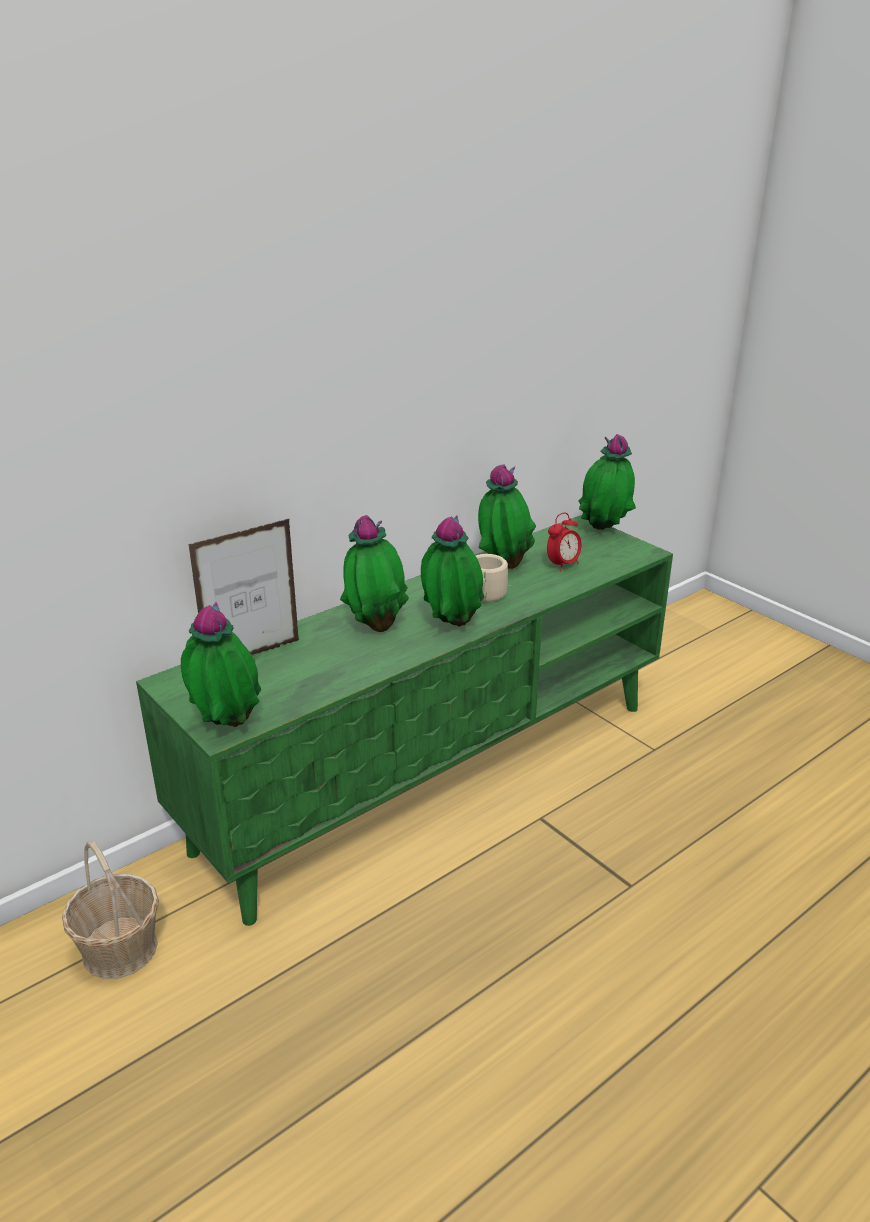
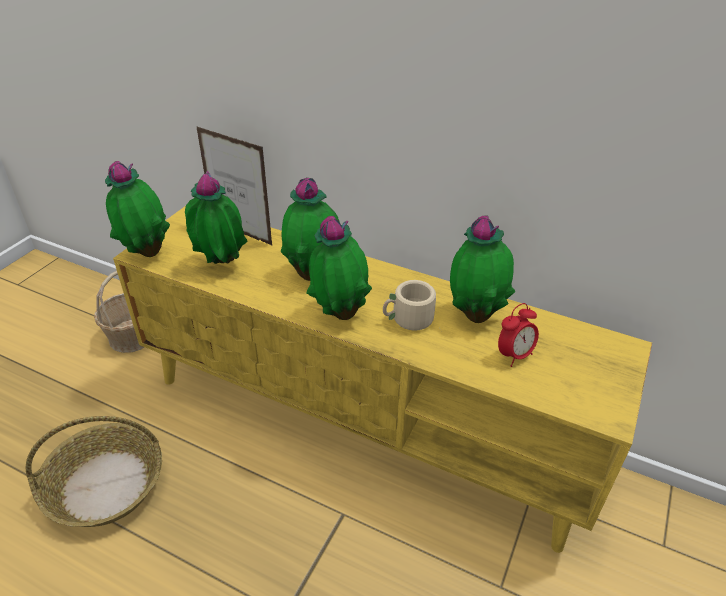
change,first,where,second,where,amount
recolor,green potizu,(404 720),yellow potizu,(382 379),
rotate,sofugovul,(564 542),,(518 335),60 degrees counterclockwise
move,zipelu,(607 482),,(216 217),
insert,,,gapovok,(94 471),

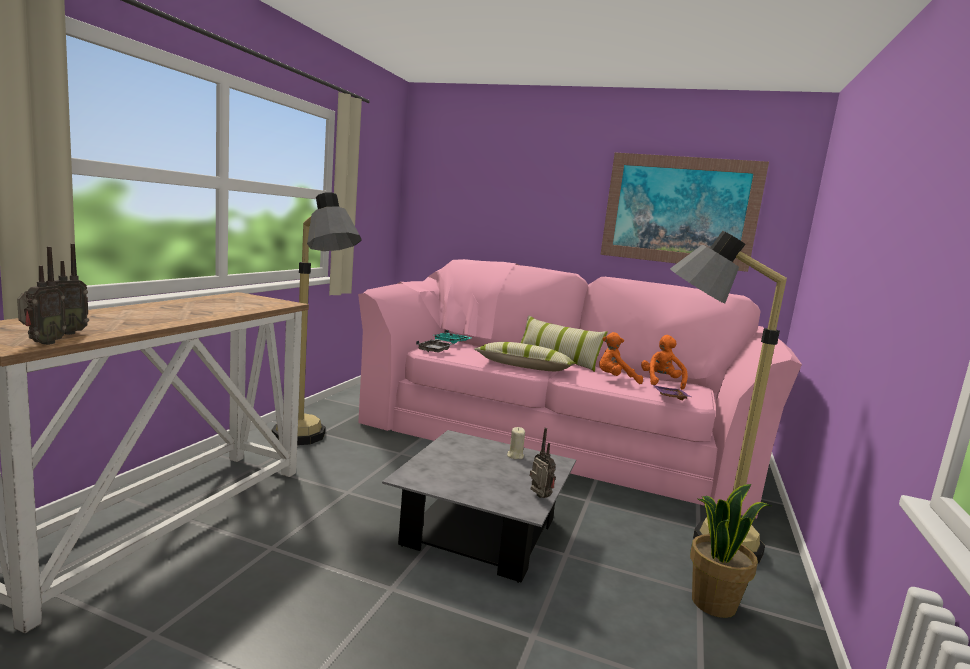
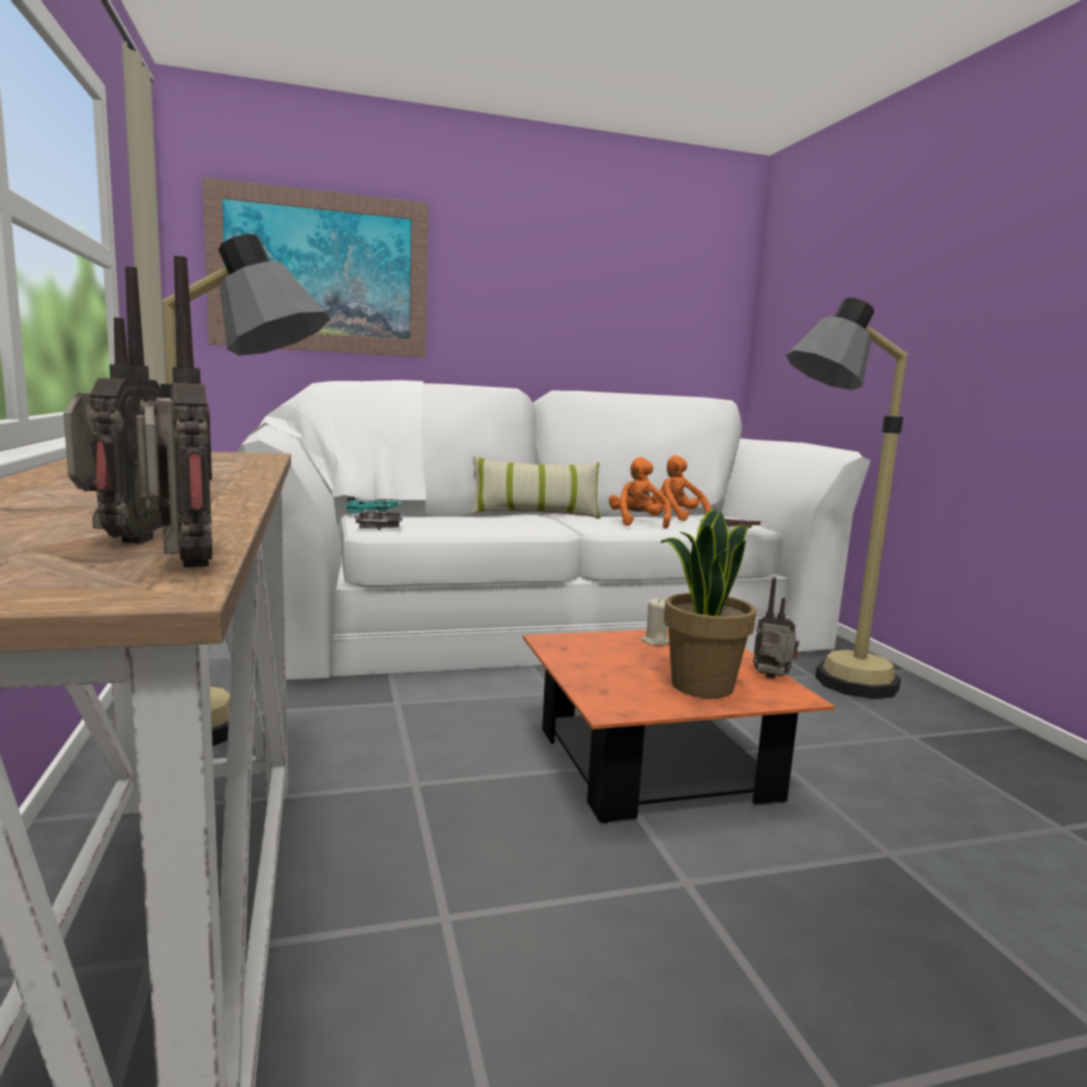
change,first,where,second,where,amount
recolor,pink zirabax,(580 389),white zirabax,(554 530),
recolor,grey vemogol,(479 506),orange vemogol,(679 726),
delete,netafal,(525 356),,,
rotate,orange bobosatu,(621 358),,(640 493),120 degrees clockwise
move,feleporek,(684 212),,(315 267),
move,zipelu,(730 551),,(708 603),

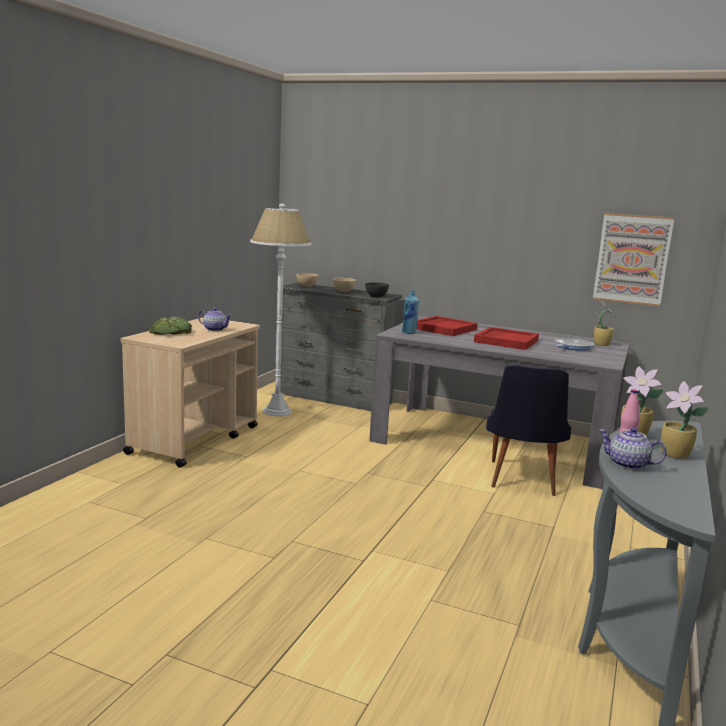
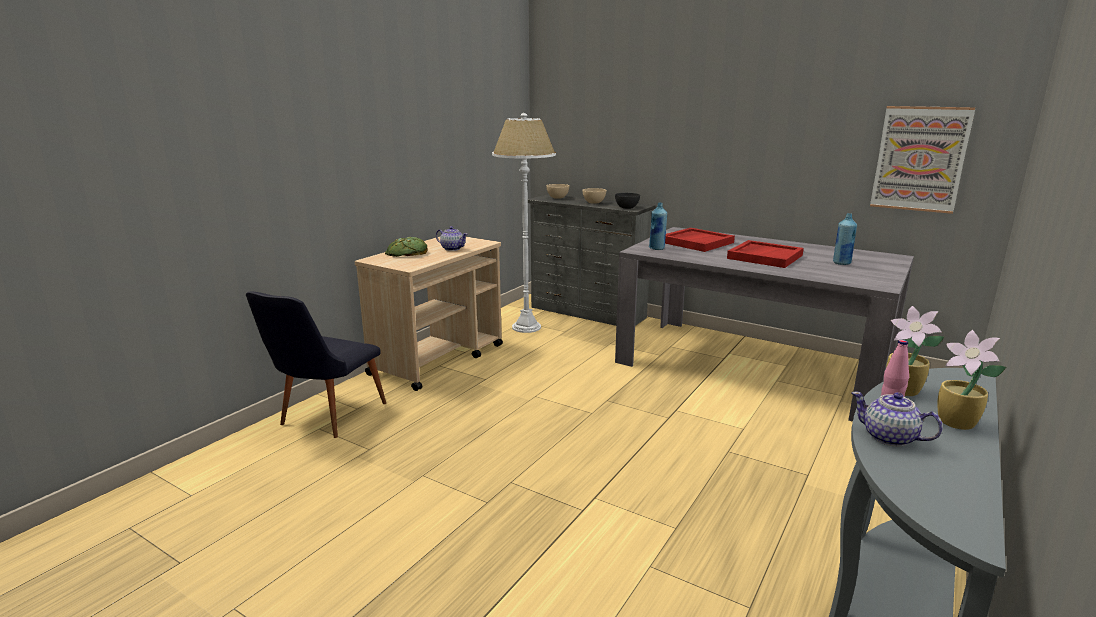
change,first,where,second,where,amount
move,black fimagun,(528 430),,(316 364),
replace,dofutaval,(574 344),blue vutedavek,(845 239),
delete,zipelu,(605 323),,,

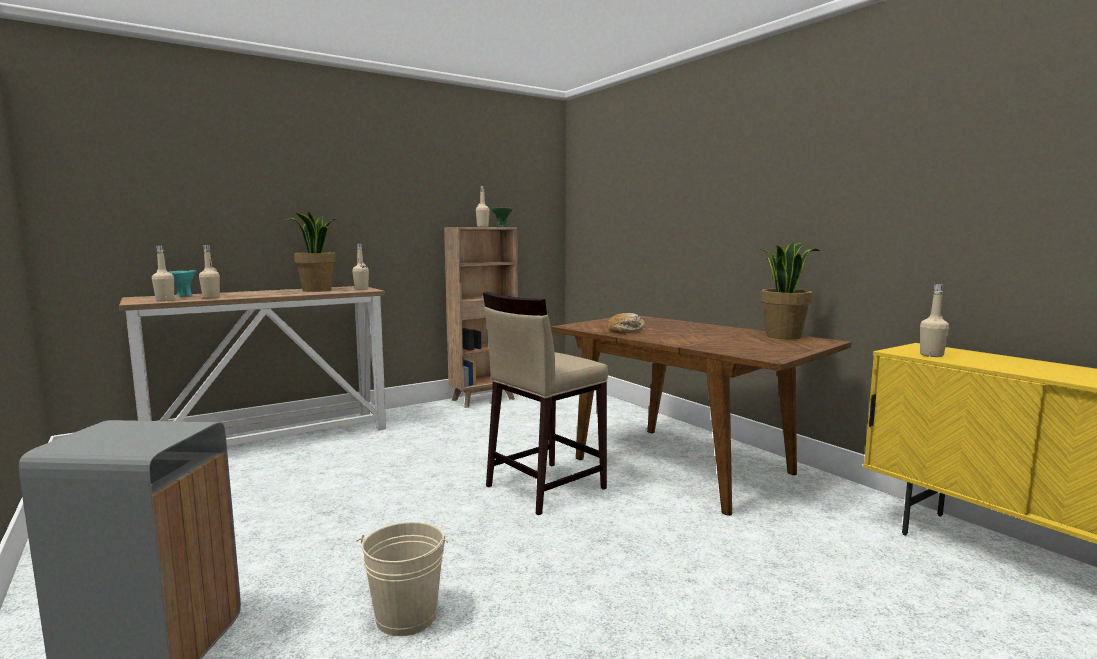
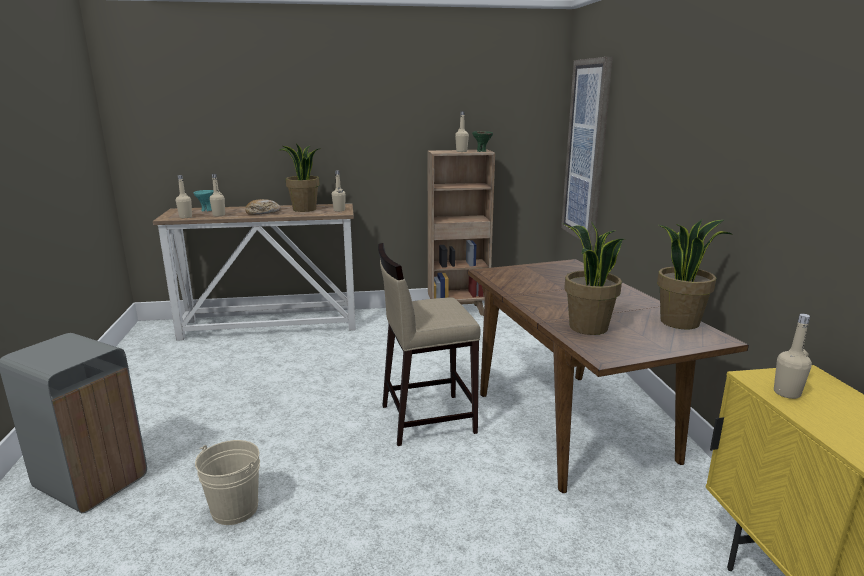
change,first,where,second,where,amount
move,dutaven,(626 323),,(263 207),
insert,,,feleporek,(587 151),
insert,,,zipelu,(593 279),

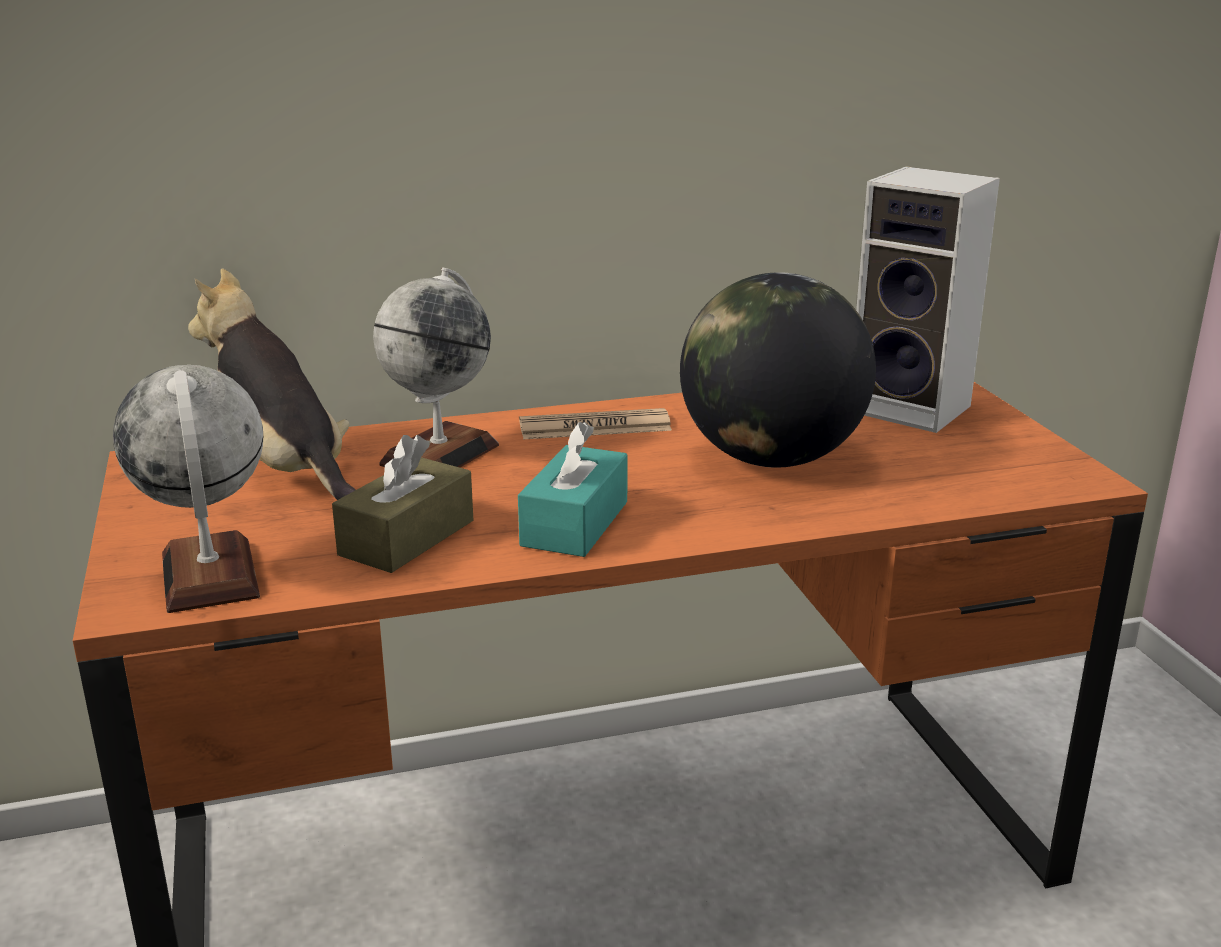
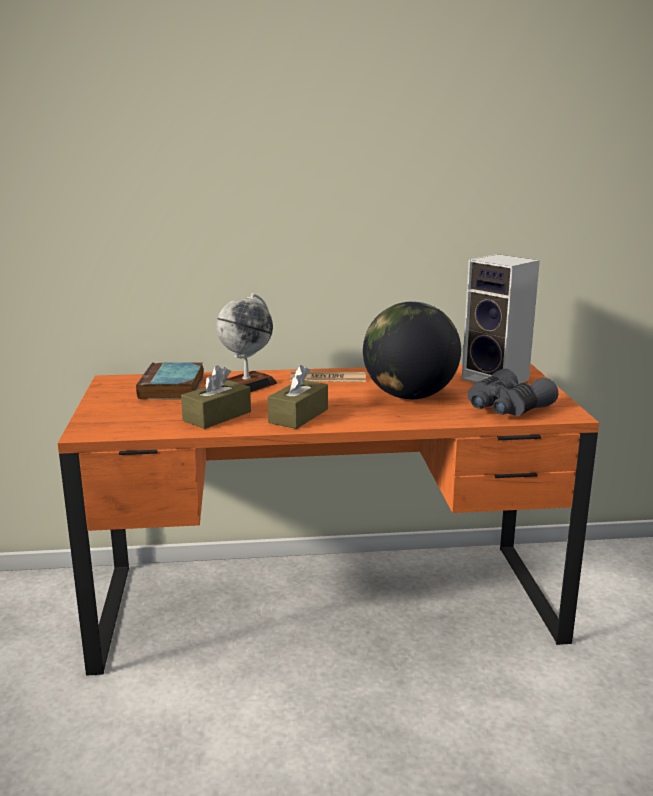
change,first,where,second,where,amount
delete,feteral,(188 489),,,
replace,bobosatu,(272 384),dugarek,(170 380),
recolor,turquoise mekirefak,(573 489),brown mekirefak,(297 397),
insert,,,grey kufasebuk,(512 392),

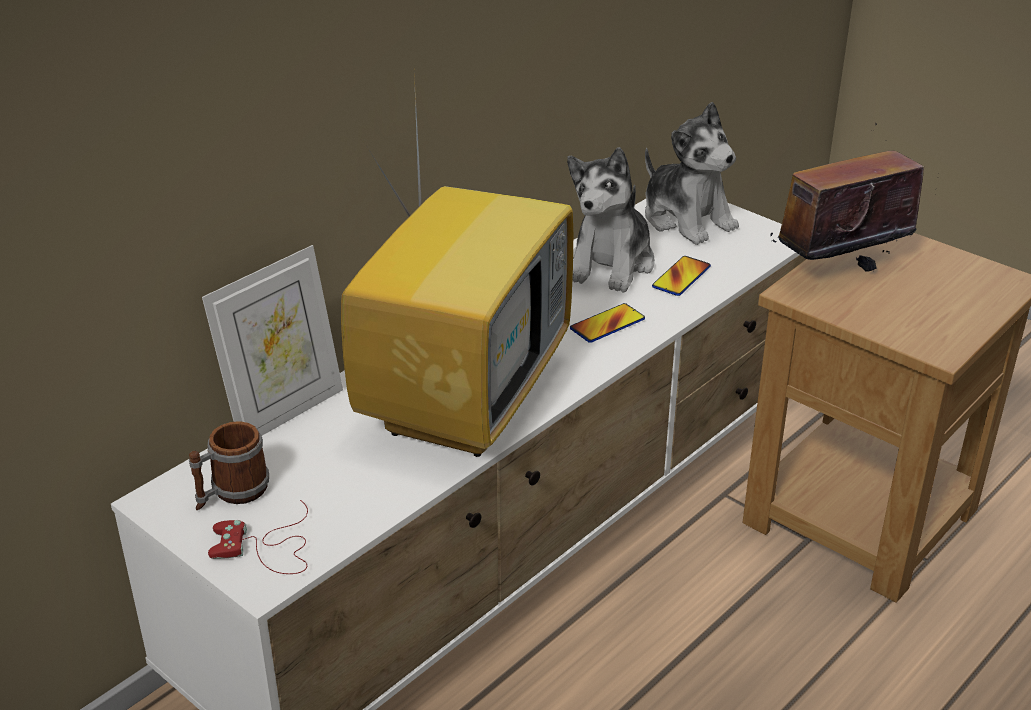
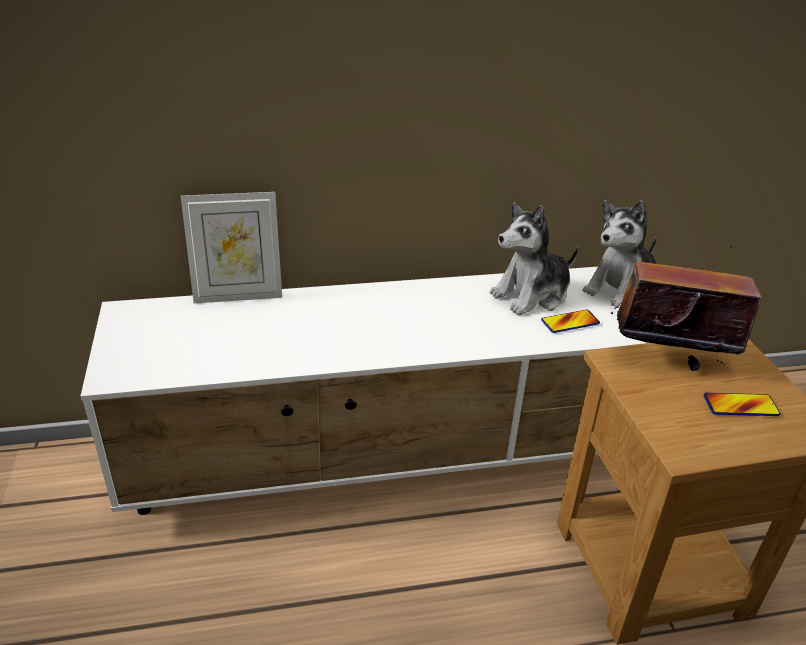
change,first,where,second,where,amount
delete,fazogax,(229 465),,,
delete,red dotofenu,(258 537),,,
delete,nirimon,(457 265),,,
move,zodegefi,(607 323),,(742 404),
rotate,bobosatu,(692 173),,(620 254),45 degrees clockwise

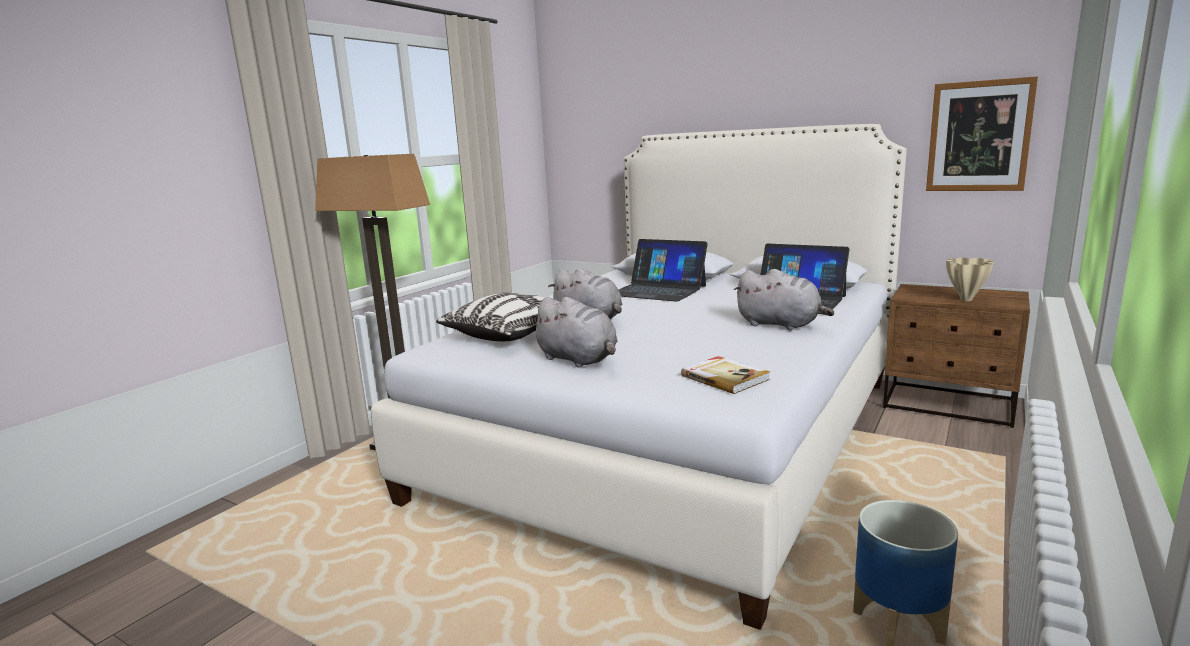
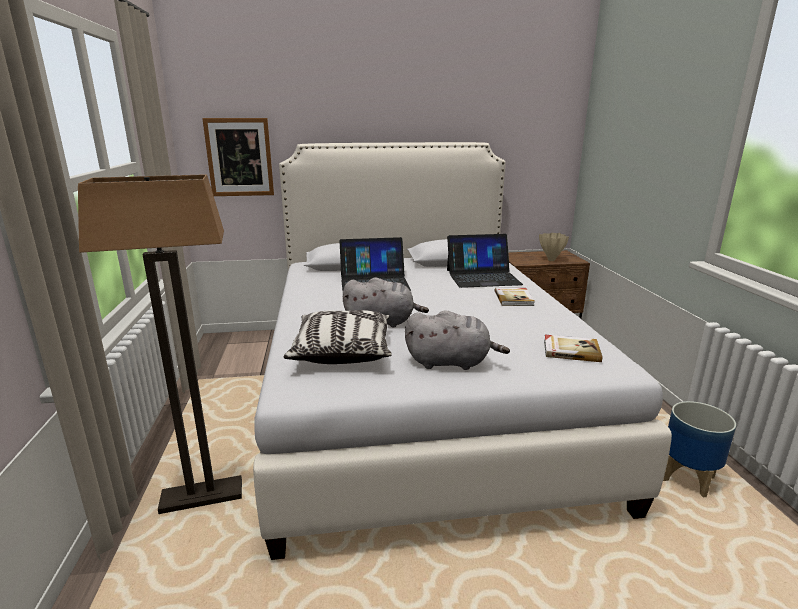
change,first,where,second,where,amount
replace,grey bobosatu,(784 299),dugarek,(515 297),
move,feleporek,(982 133),,(238 157),

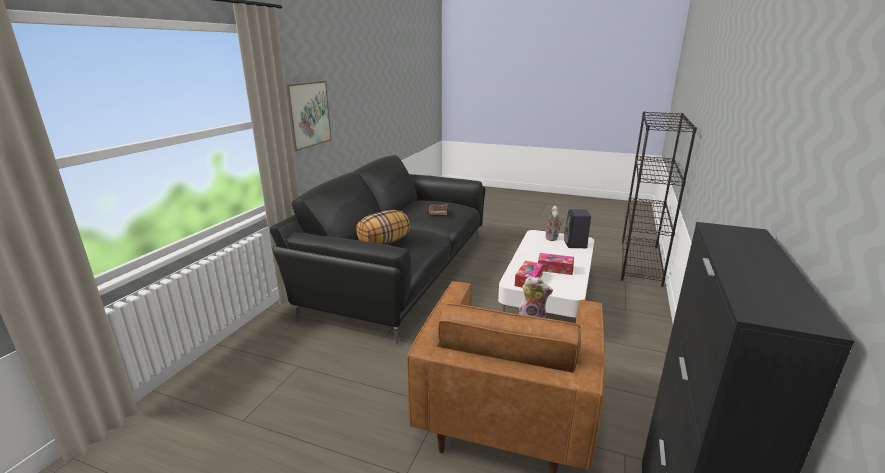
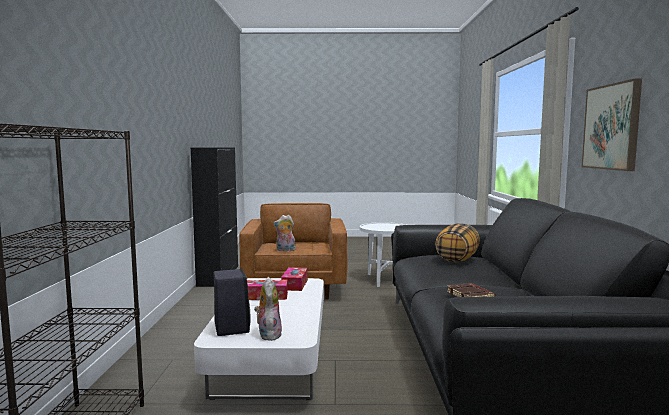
change,first,where,second,where,amount
insert,,,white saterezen,(383 254),

